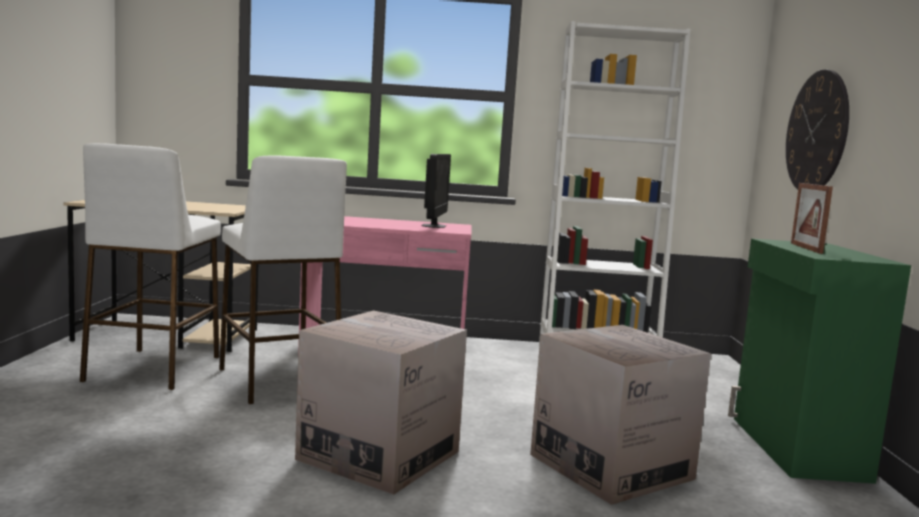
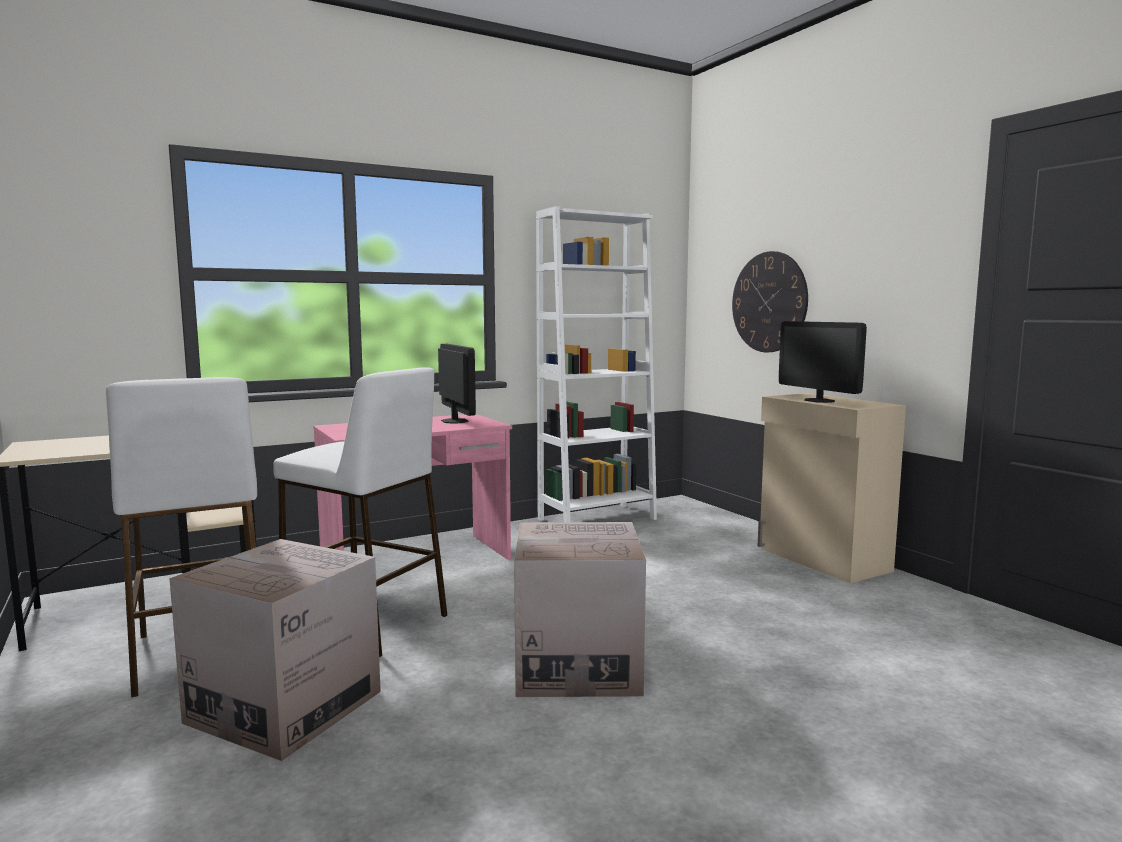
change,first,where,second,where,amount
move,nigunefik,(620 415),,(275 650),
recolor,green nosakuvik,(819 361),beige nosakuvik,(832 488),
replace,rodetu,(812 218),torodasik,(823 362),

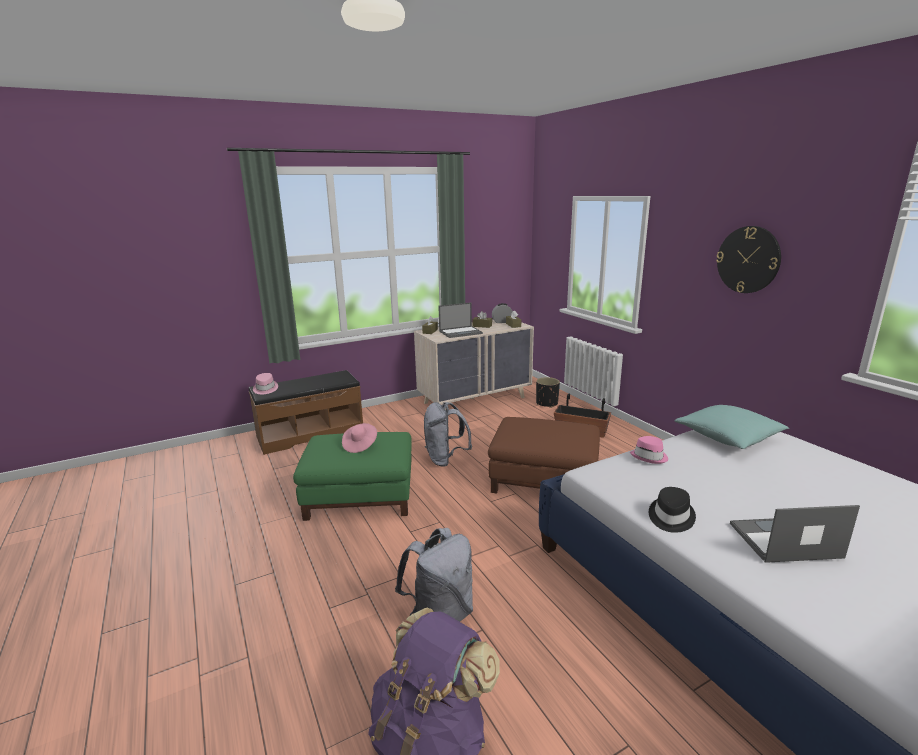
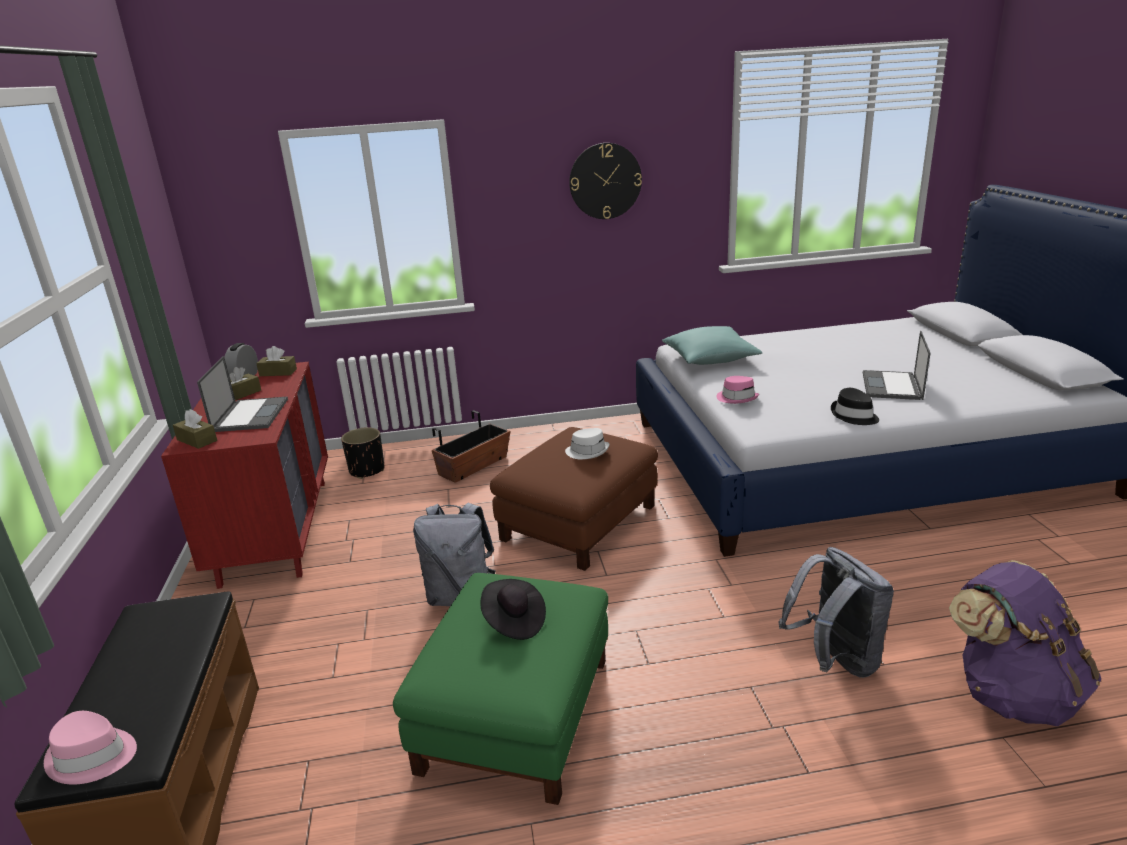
change,first,where,second,where,amount
recolor,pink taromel,(359 438),black taromel,(513 609),
recolor,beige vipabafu,(474 364),red vipabafu,(244 475),
insert,,,white taromel,(587 443),

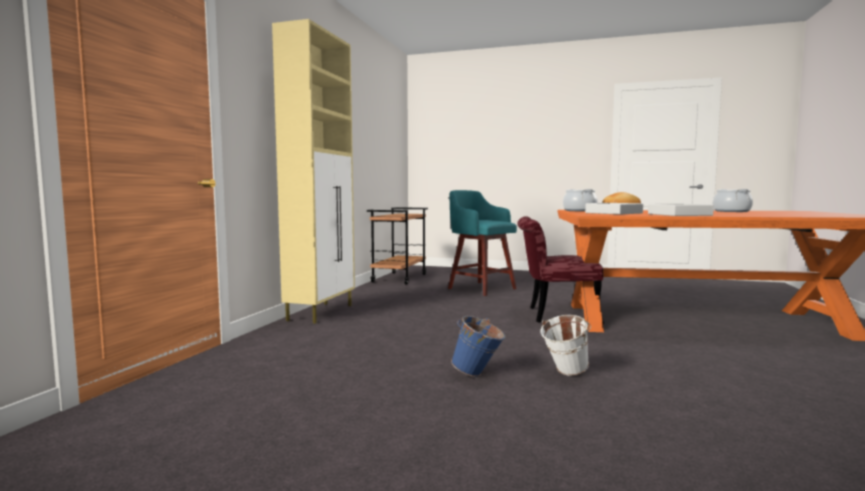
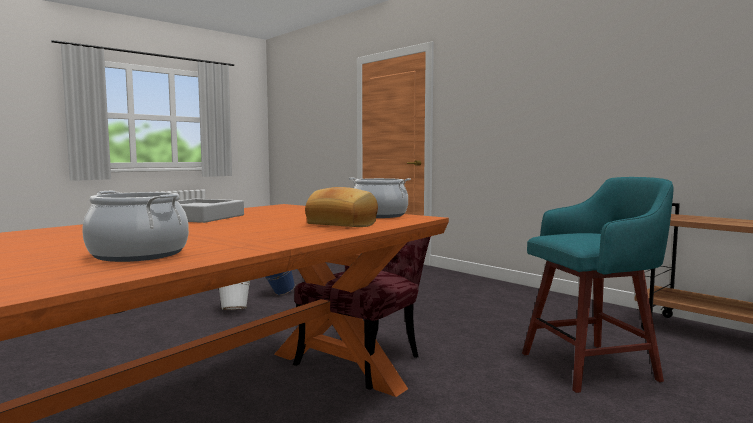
change,first,where,second,where,amount
delete,beige nosakuvik,(313 171),,,
delete,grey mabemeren,(614 209),,,

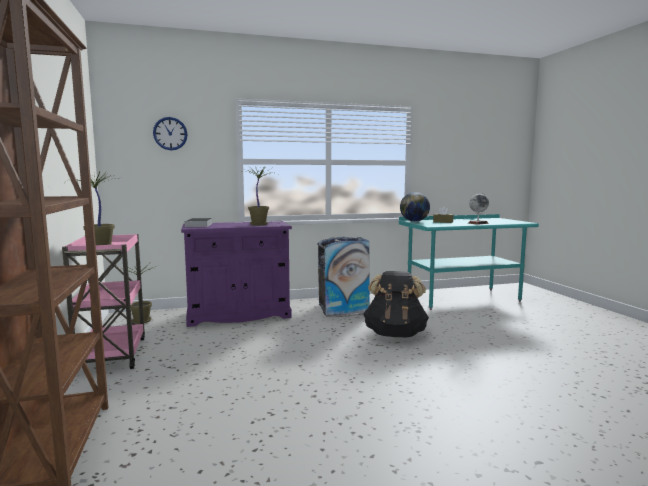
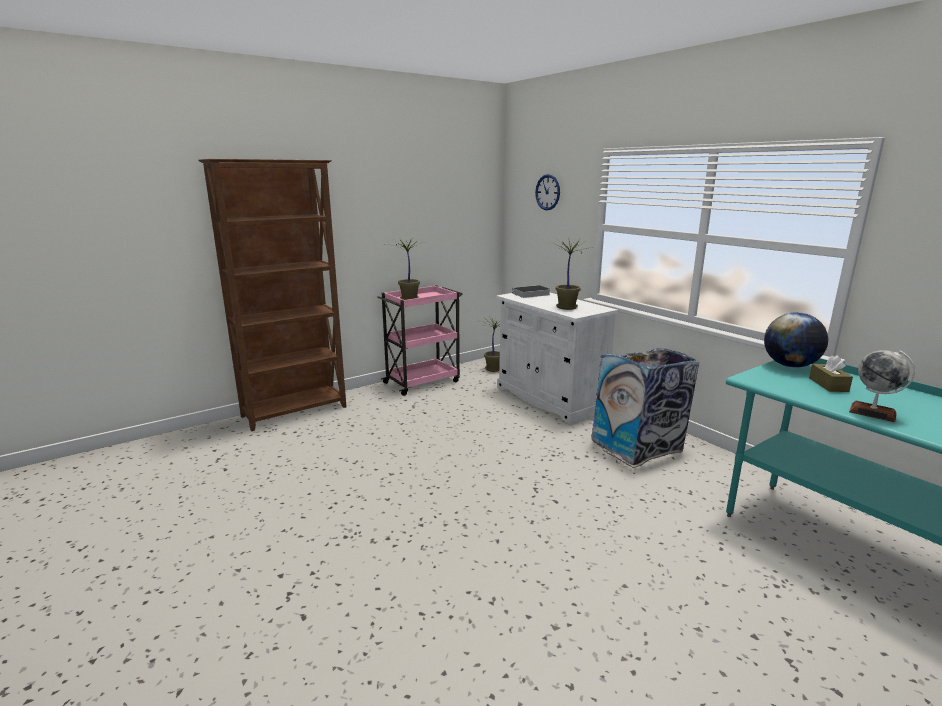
change,first,where,second,where,amount
recolor,purple nosakuvik,(236 274),white nosakuvik,(557 358),
delete,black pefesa,(396 304),,,

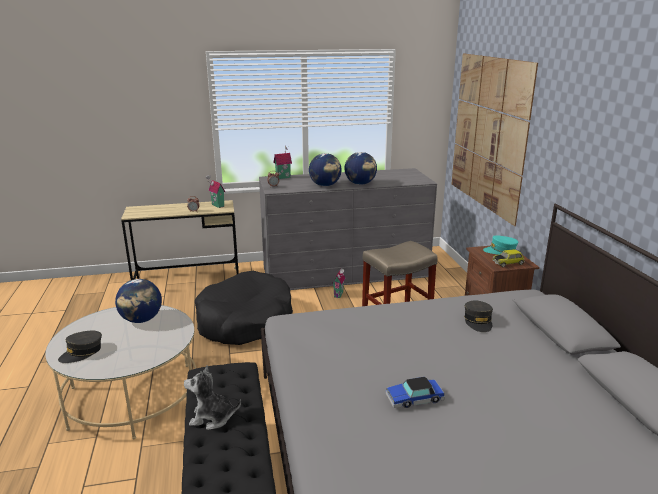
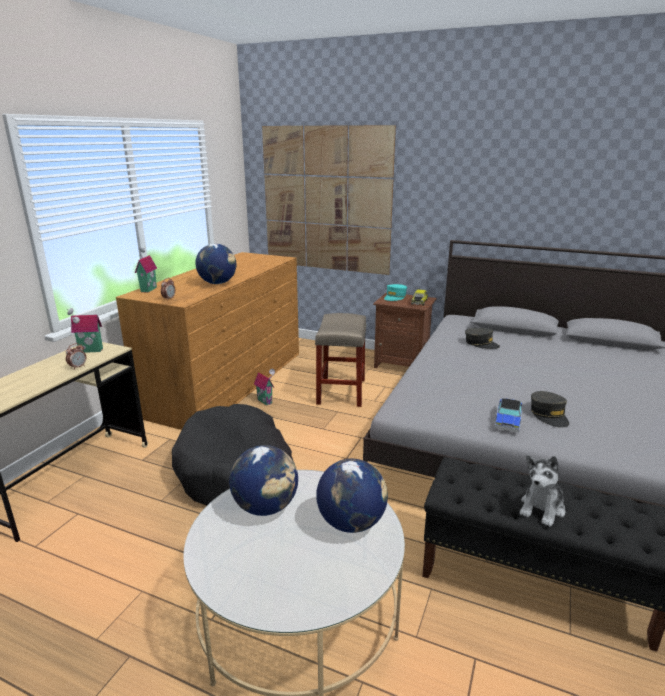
change,first,where,second,where,amount
move,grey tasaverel,(80 347),,(550 409),
recolor,grey vipabafu,(348 229),brown vipabafu,(207 341),
move,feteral,(361 168),,(352 496),
move,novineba,(415 392),,(508 415),

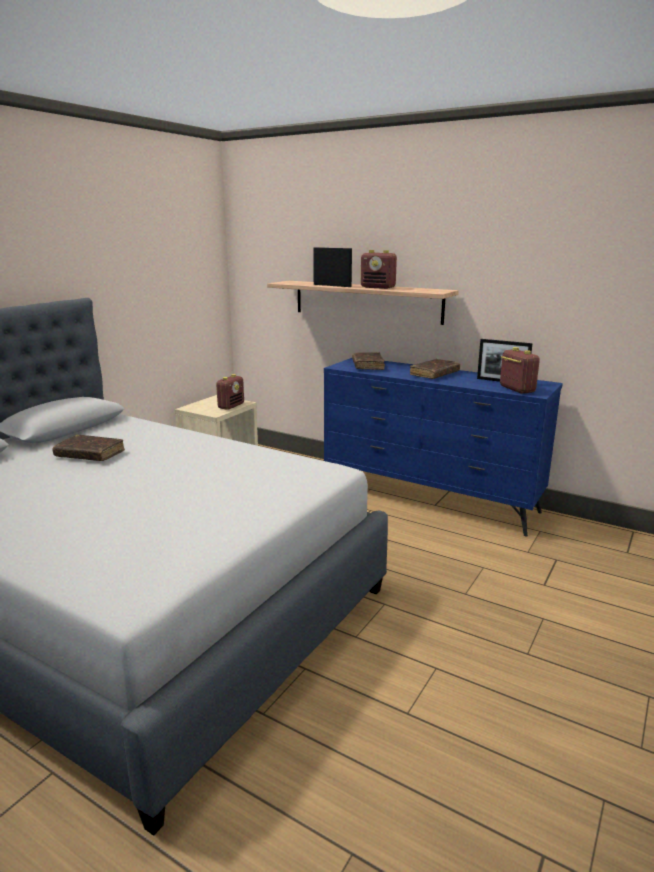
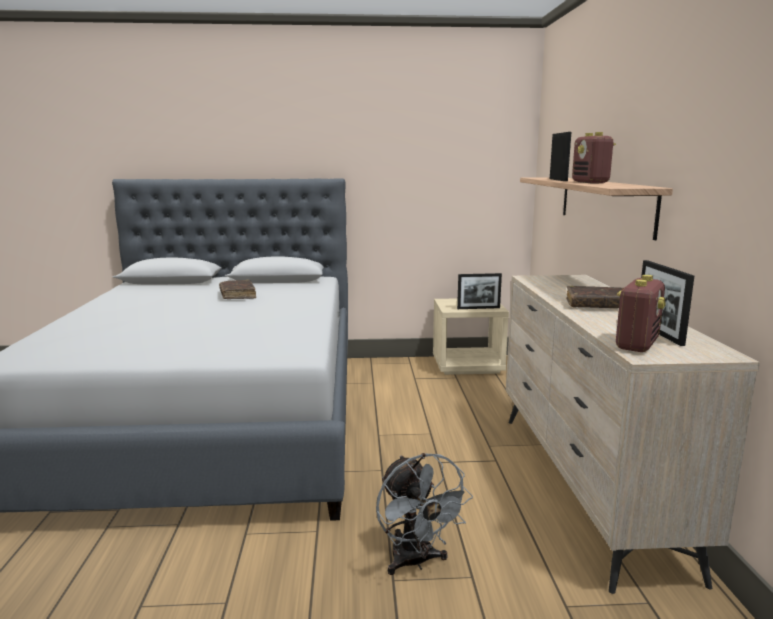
change,first,where,second,where,amount
replace,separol,(230 392),rodetu,(479 291),
recolor,blue vipabafu,(443 447),beige vipabafu,(633 434),
delete,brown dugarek,(368 361),,,
insert,,,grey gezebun,(424 514),

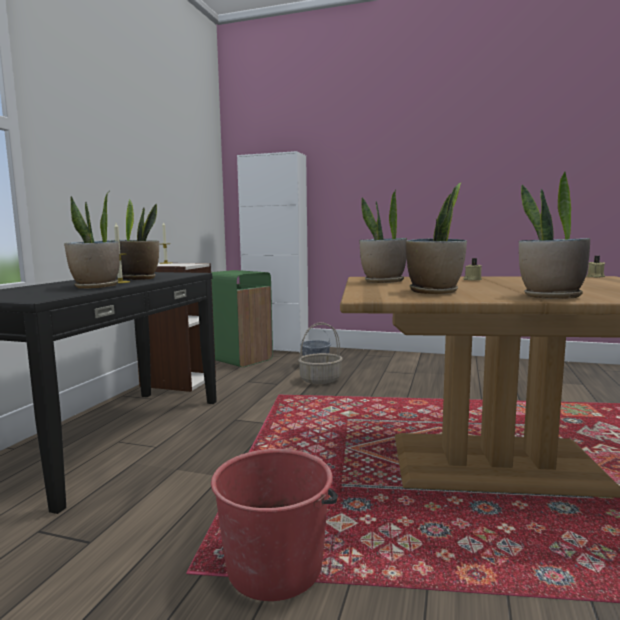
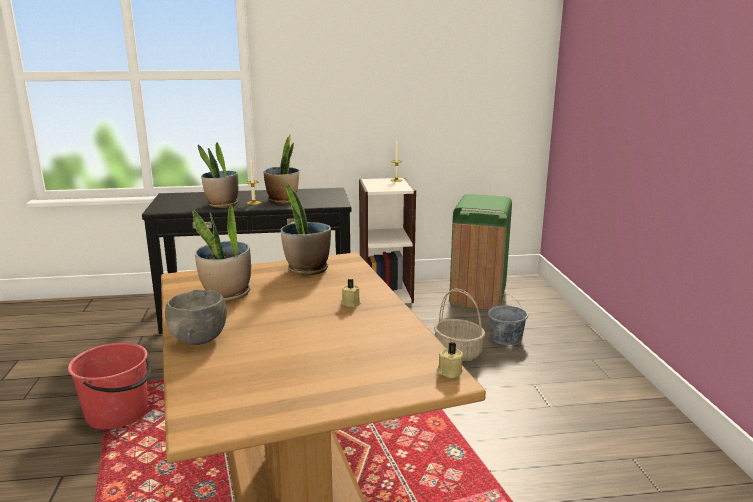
change,first,where,second,where,amount
delete,white nosakuvik,(273 252),,,
replace,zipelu,(554 235),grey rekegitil,(196 317),

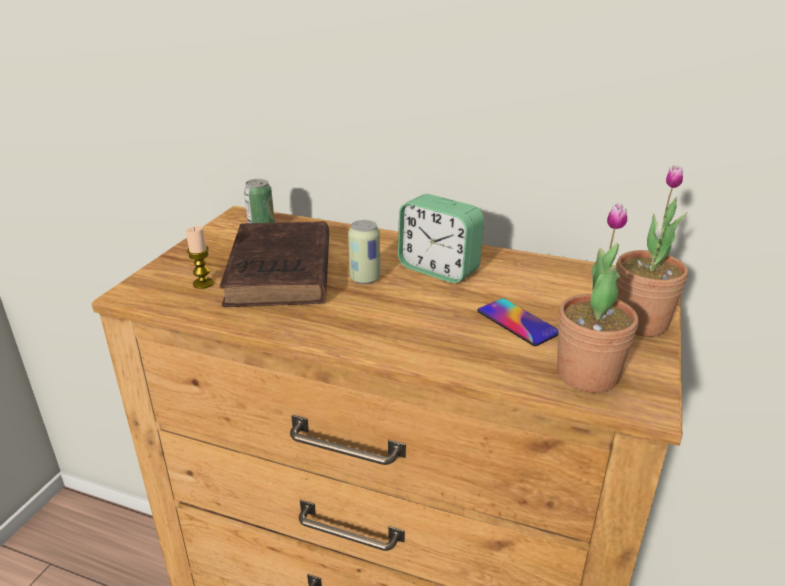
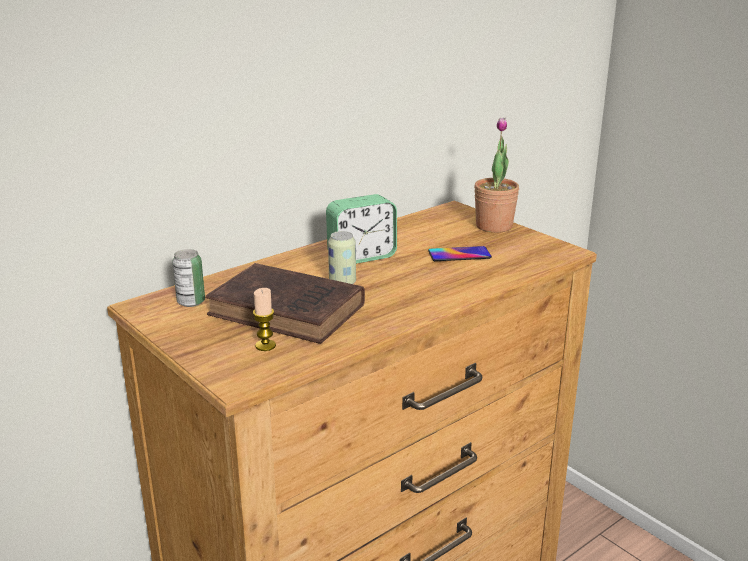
change,first,where,second,where,amount
delete,zipelu,(597 298),,,

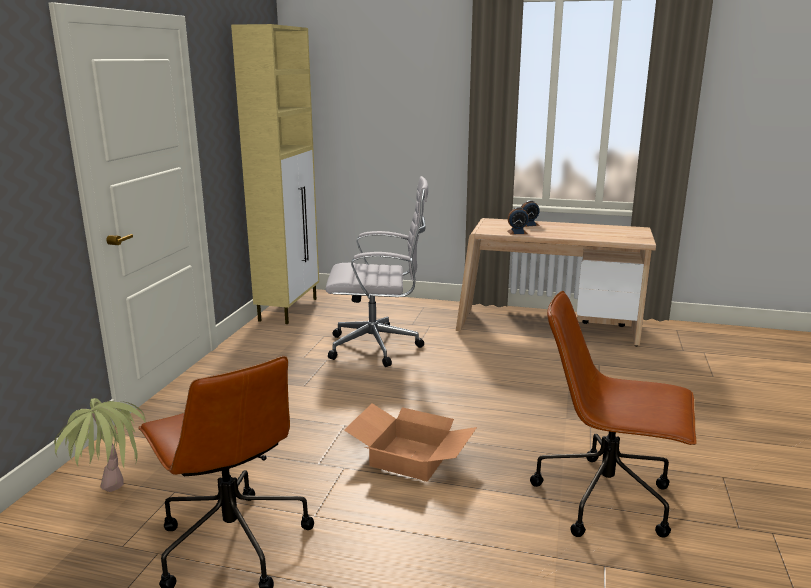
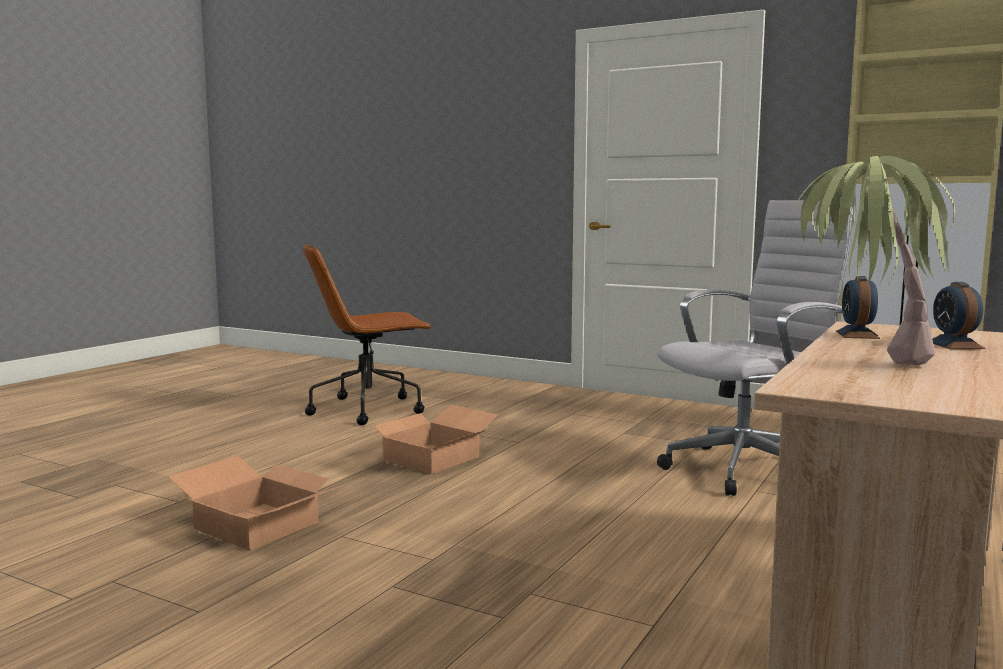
change,first,where,second,where,amount
move,zipelu,(100 445),,(872 260),
rotate,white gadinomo,(376 271),,(756 348),135 degrees counterclockwise
replace,brown gadinomo,(613 414),nigunefik,(255 503),

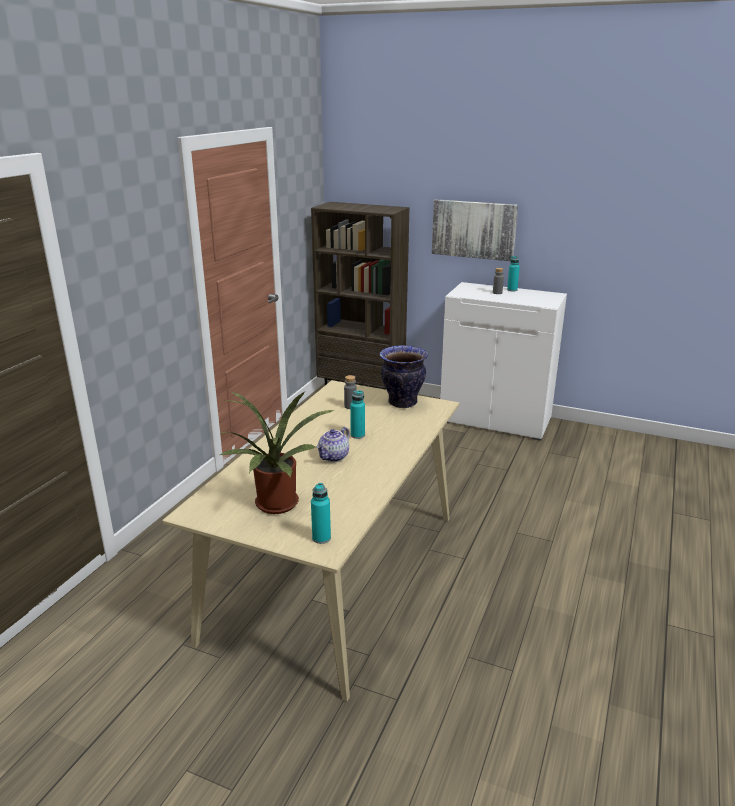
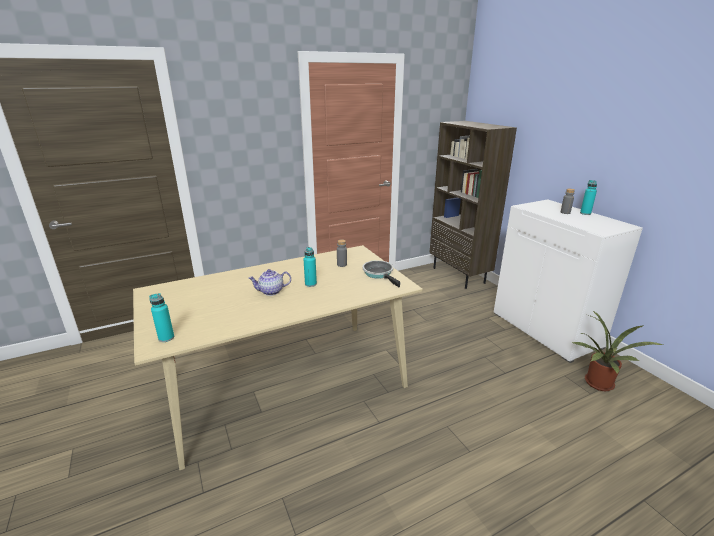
change,first,where,second,where,amount
move,zipelu,(277 452),,(617 350),
replace,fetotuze,(404 376),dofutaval,(381 273),
delete,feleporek,(475 230),,,

